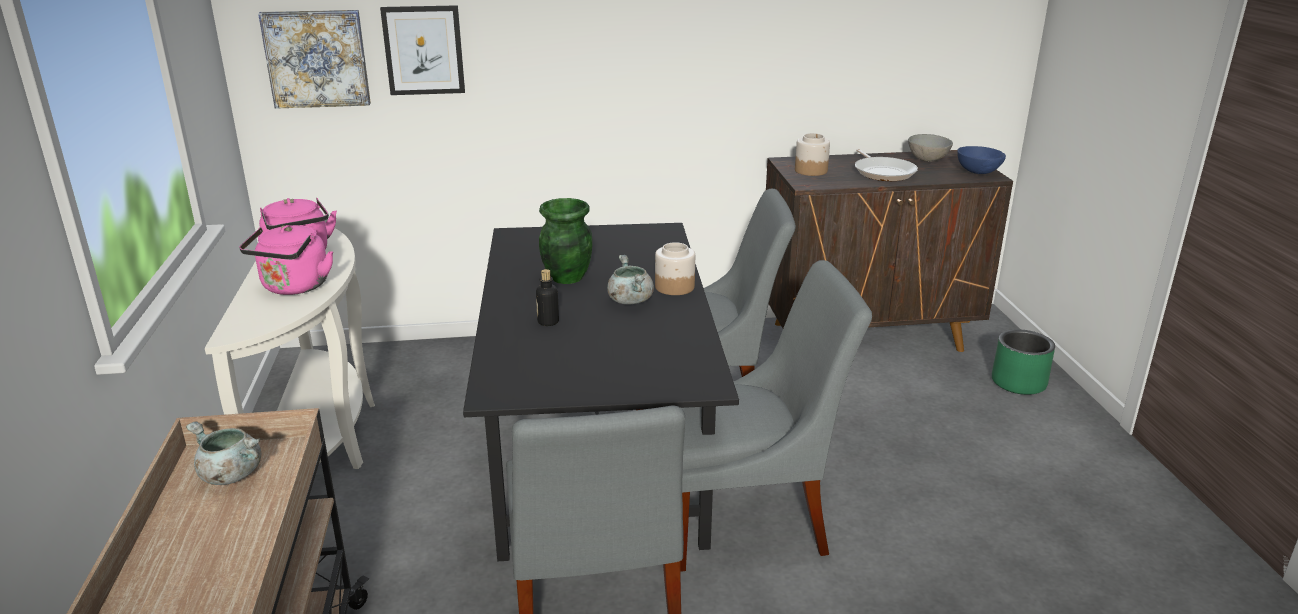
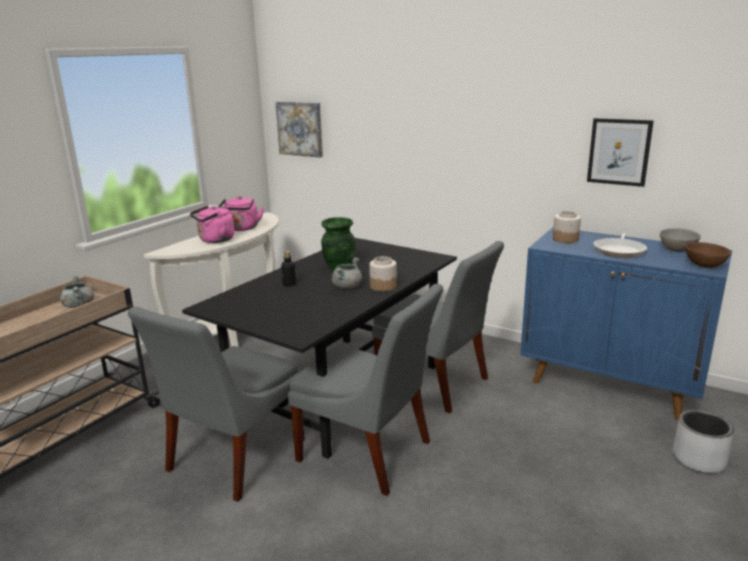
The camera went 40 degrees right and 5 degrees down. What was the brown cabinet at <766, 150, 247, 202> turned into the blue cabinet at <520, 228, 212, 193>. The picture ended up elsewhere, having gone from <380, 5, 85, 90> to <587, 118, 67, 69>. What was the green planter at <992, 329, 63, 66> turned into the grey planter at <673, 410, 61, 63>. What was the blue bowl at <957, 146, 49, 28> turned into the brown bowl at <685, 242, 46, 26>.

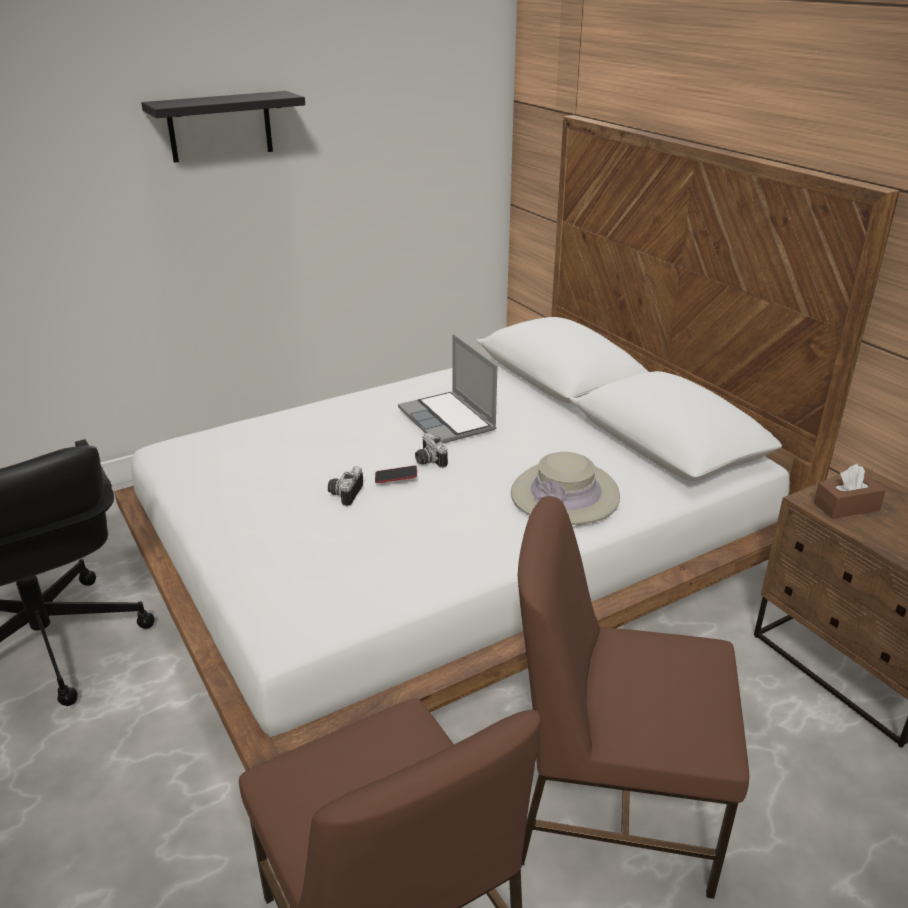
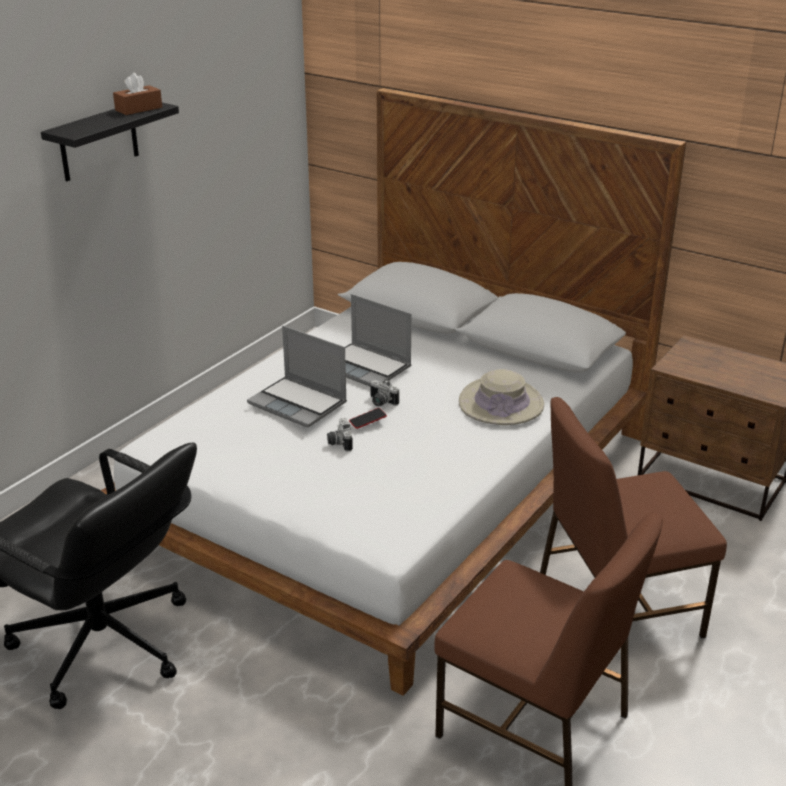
The camera went 25 degrees left and 0 degrees up. The brown tissue box ended up elsewhere, having gone from <814, 464, 72, 55> to <113, 73, 49, 42>. The second view gained the laptop at <247, 326, 100, 102>.

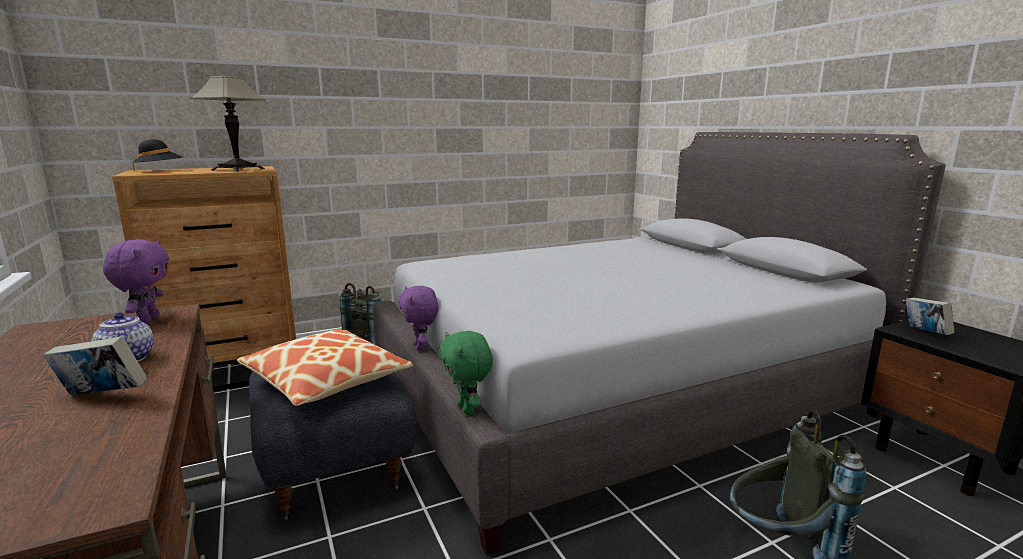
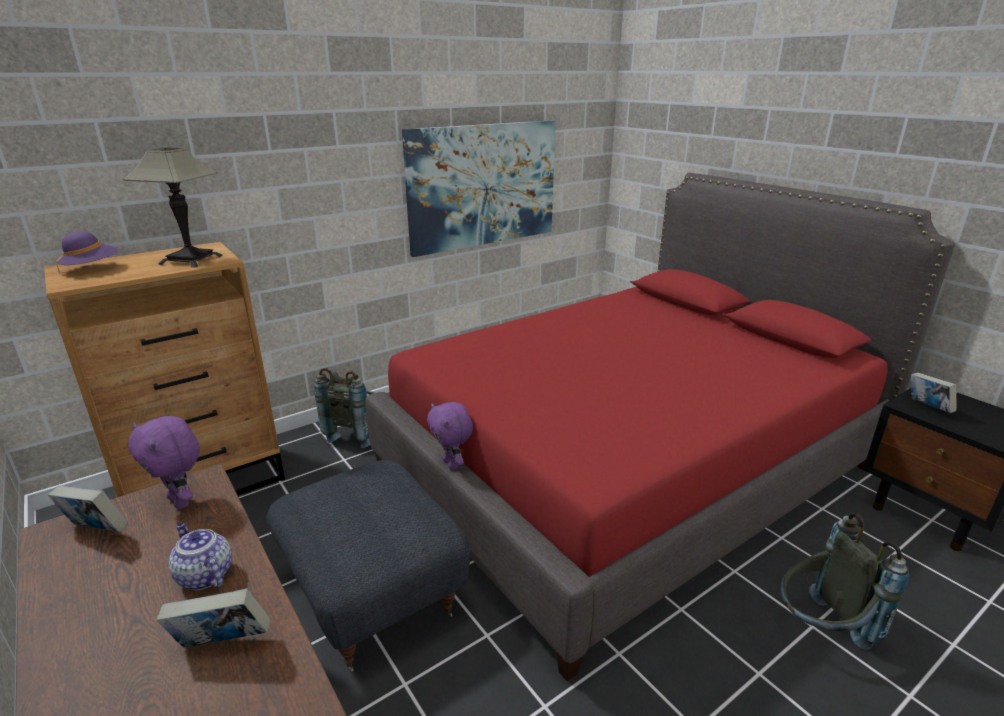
The camera went 10 degrees left and 10 degrees up. The second view gained the book at <48, 485, 80, 47>. What was the black hat at <132, 139, 50, 32> turned into the purple hat at <56, 231, 62, 43>. The purple plush toy at <103, 239, 66, 85> ended up facing another way, 150 degrees clockwise from before. What was the grey bed at <373, 132, 573, 423> turned into the red bed at <365, 173, 590, 508>. The second view gained the picture at <402, 120, 153, 137>. The second view lost the pillow at <237, 330, 176, 76>. The second view lost the green plush toy at <439, 331, 54, 84>.

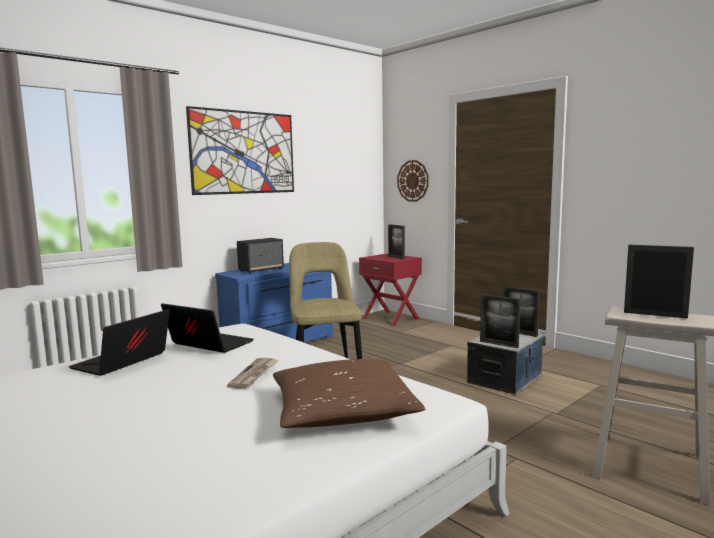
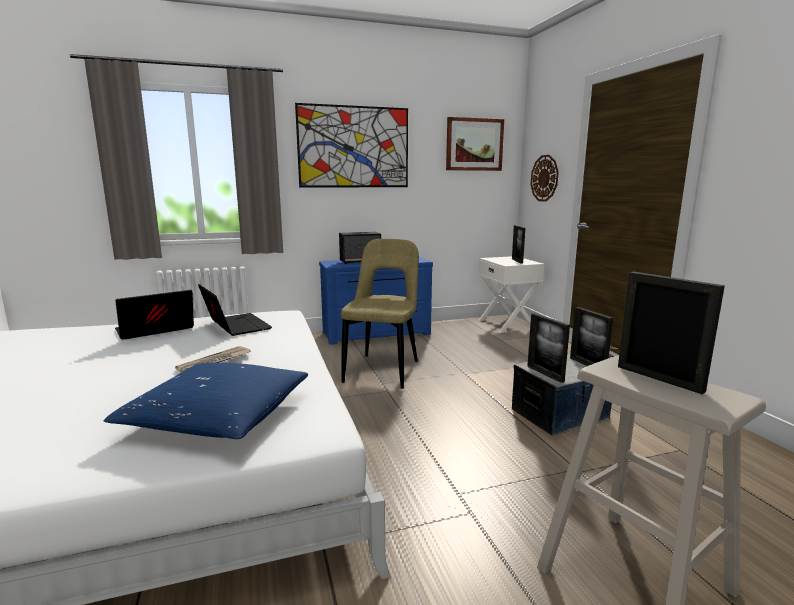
The camera went 25 degrees right and 5 degrees up. What was the brown pillow at <273, 359, 152, 69> turned into the blue pillow at <104, 362, 204, 77>. The second view gained the picture at <446, 117, 58, 54>. What was the red nightstand at <359, 254, 63, 73> turned into the white nightstand at <478, 256, 66, 77>.

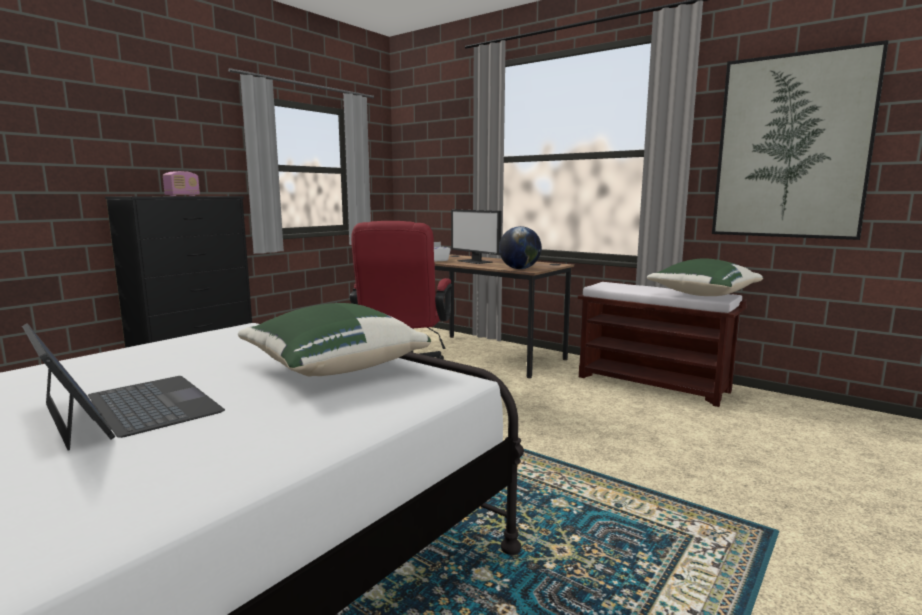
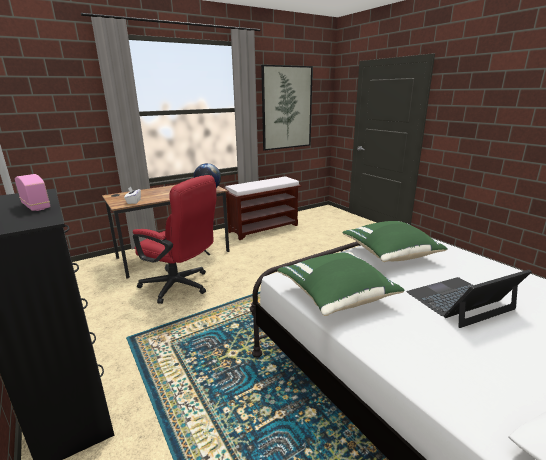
The camera went 70 degrees left and 10 degrees up. The green pillow ended up elsewhere, having gone from <647, 259, 116, 37> to <278, 252, 127, 64>. The second view lost the monitor at <451, 209, 51, 55>.

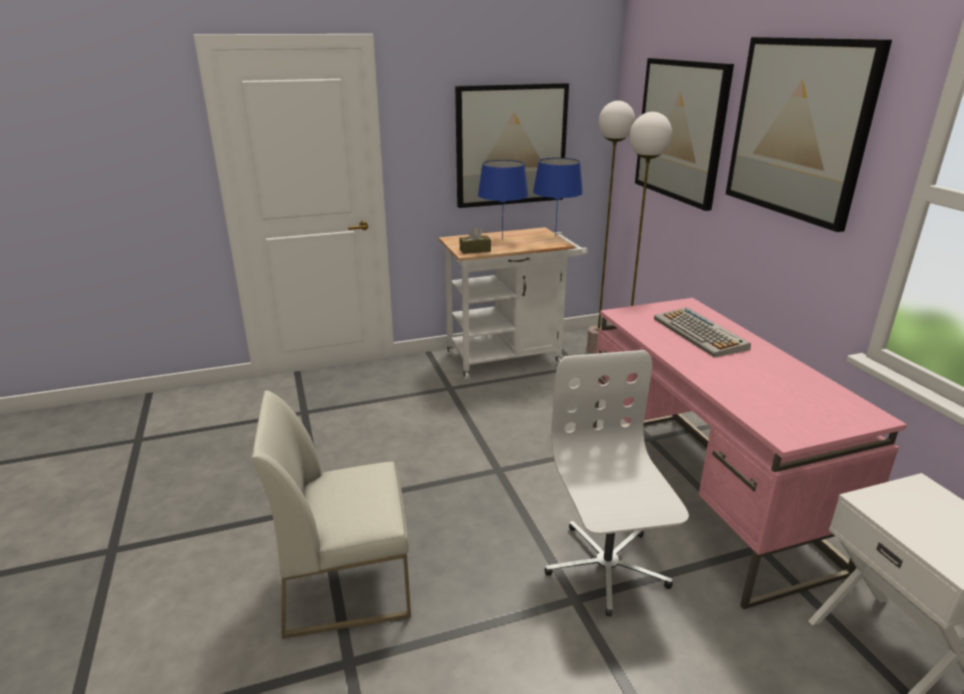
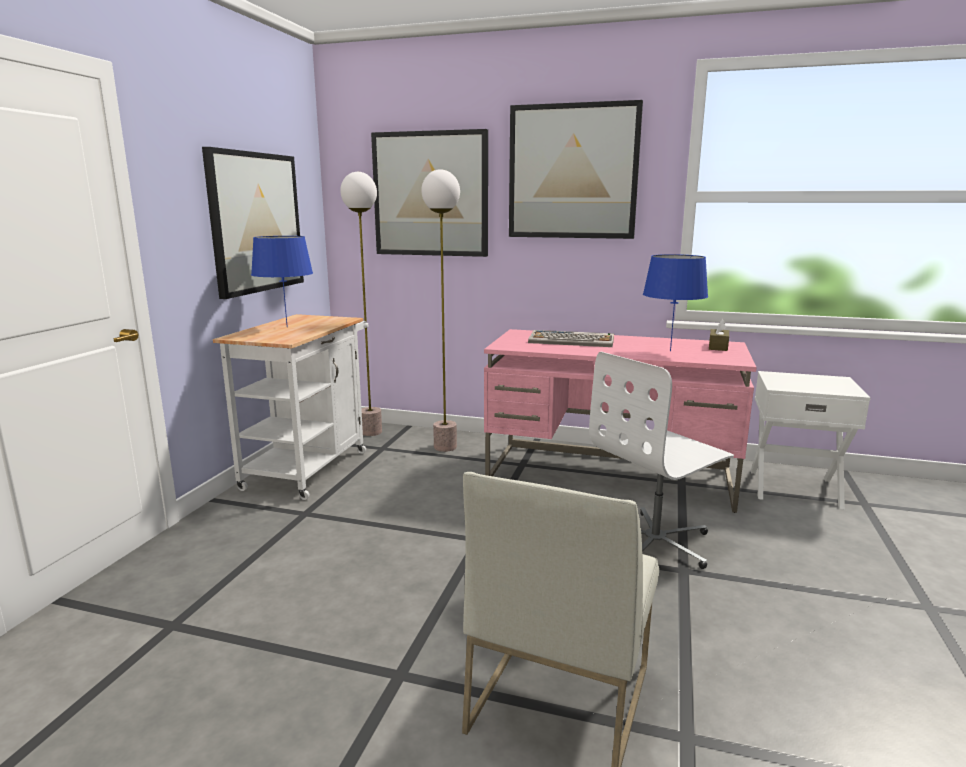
The camera went 55 degrees left and 10 degrees down. The white office chair at <545, 350, 144, 267> ended up facing another way, 60 degrees counterclockwise from before. The blue table lamp ended up elsewhere, having gone from <533, 158, 50, 78> to <643, 254, 65, 97>. The brown tissue box ended up elsewhere, having gone from <460, 227, 31, 27> to <709, 319, 20, 32>.

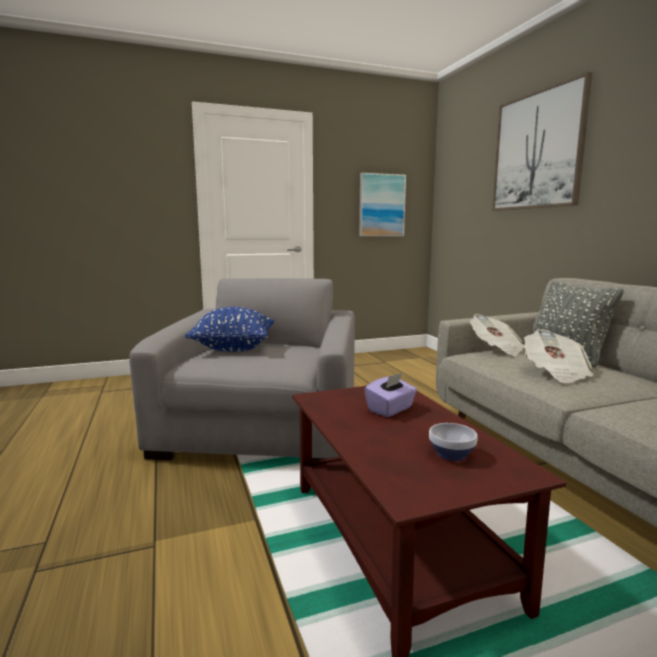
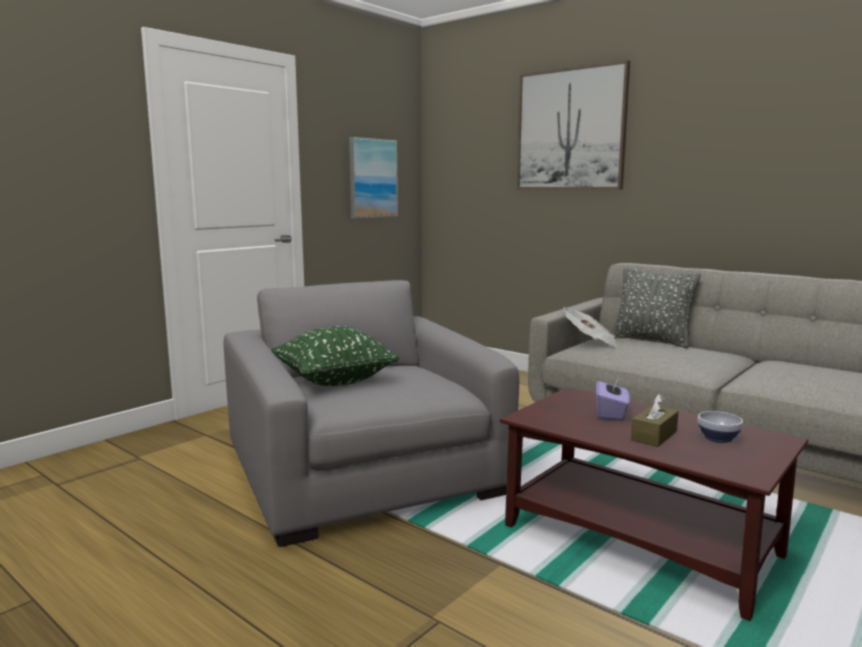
The camera went 30 degrees left and 0 degrees up. What was the blue pillow at <185, 307, 89, 45> turned into the green pillow at <272, 326, 127, 60>. The second view gained the brown tissue box at <631, 394, 47, 53>. The second view lost the newspaper at <524, 329, 69, 54>.

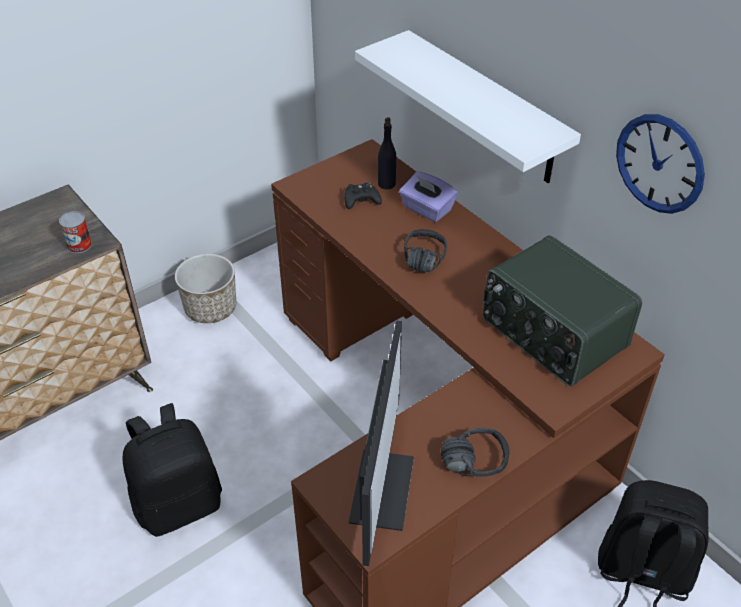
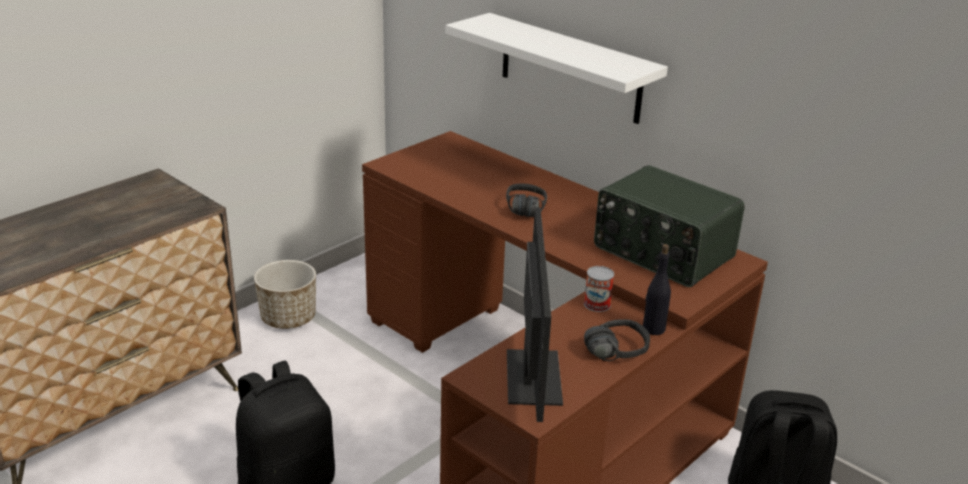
The camera went 10 degrees left and 15 degrees down. The can ended up elsewhere, having gone from <59, 211, 33, 42> to <584, 266, 30, 46>. The black bottle ended up elsewhere, having gone from <378, 117, 18, 72> to <643, 244, 28, 91>. The second view lost the black game controller at <344, 183, 38, 26>. The second view lost the purple tissue box at <399, 172, 59, 50>. The second view lost the wall clock at <616, 114, 89, 100>.

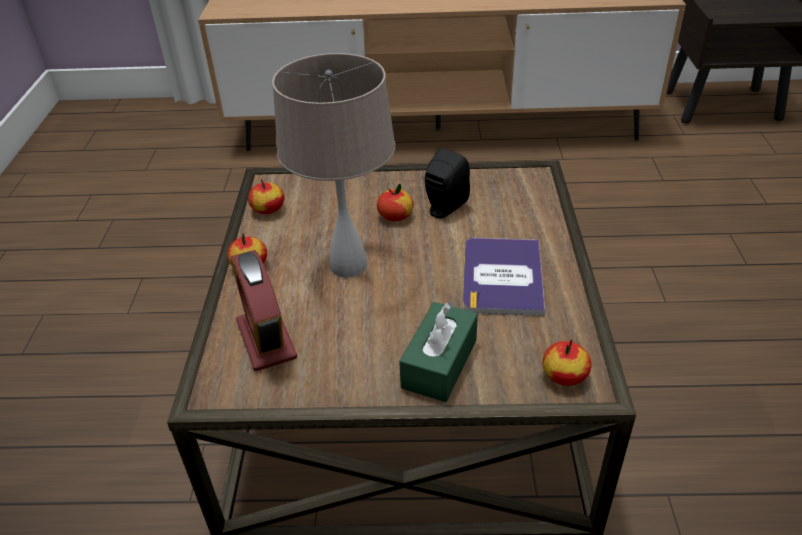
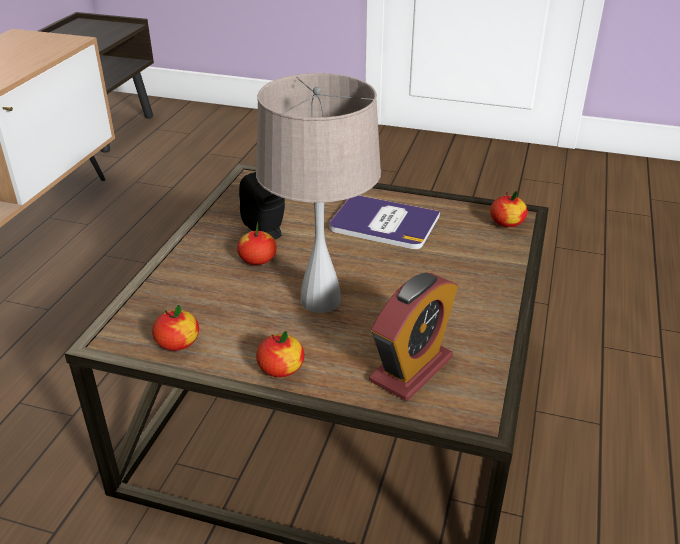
The camera went 75 degrees left and 5 degrees down. The alarm clock at <230, 250, 67, 121> ended up facing another way, 45 degrees counterclockwise from before. The second view lost the green tissue box at <399, 302, 79, 100>.

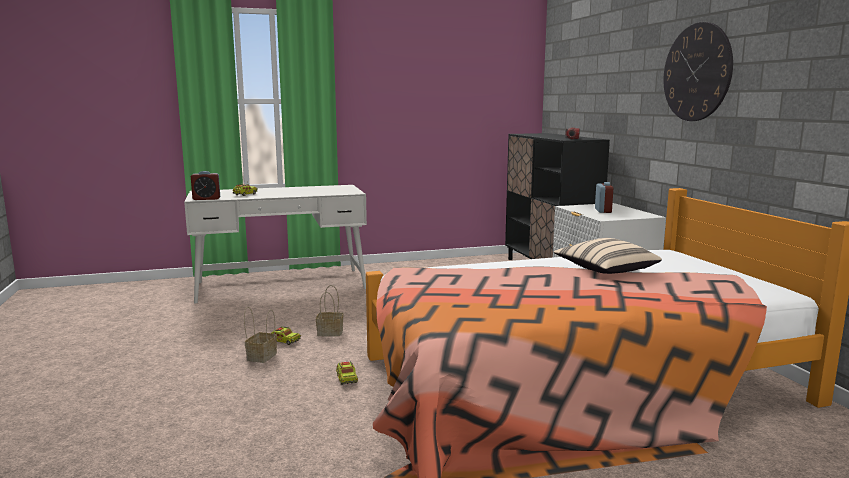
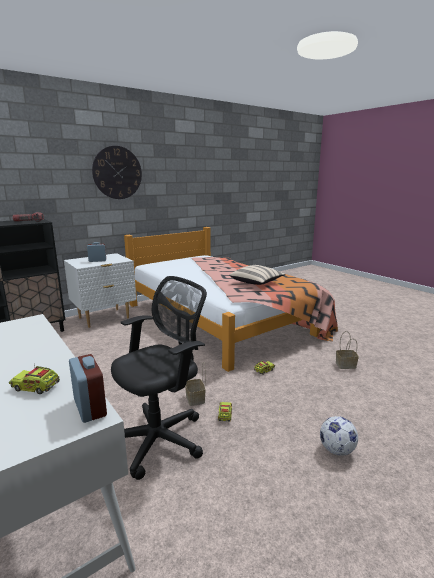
The camera went 110 degrees left and 5 degrees up. The second view gained the black office chair at <111, 276, 96, 204>. The beige pillow ended up elsewhere, having gone from <553, 238, 109, 36> to <229, 265, 56, 20>. The second view gained the football at <320, 416, 38, 40>. The basket ended up elsewhere, having gone from <244, 307, 33, 56> to <336, 331, 23, 38>.

